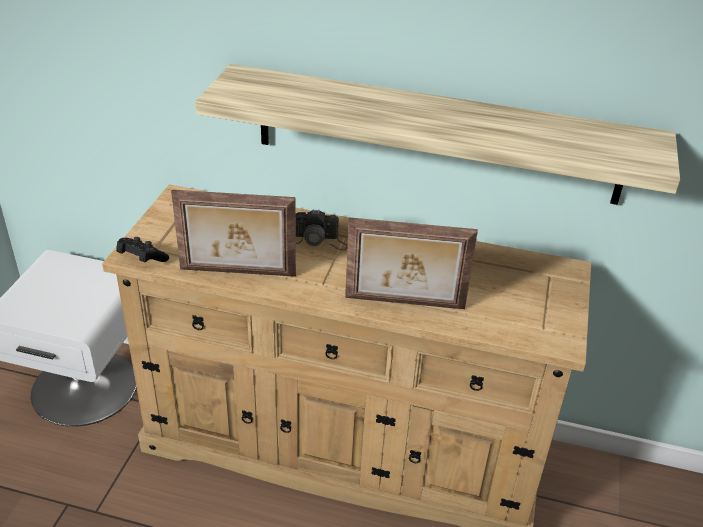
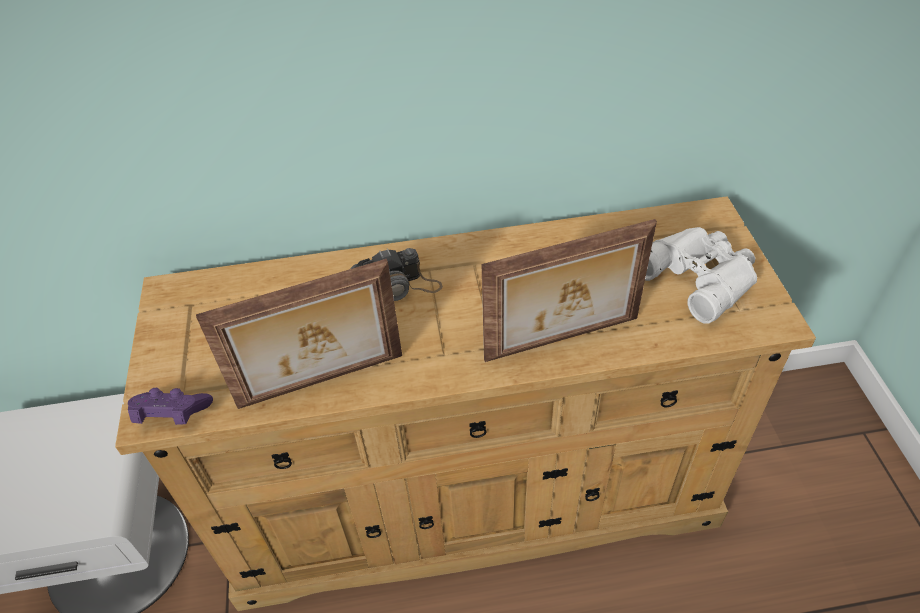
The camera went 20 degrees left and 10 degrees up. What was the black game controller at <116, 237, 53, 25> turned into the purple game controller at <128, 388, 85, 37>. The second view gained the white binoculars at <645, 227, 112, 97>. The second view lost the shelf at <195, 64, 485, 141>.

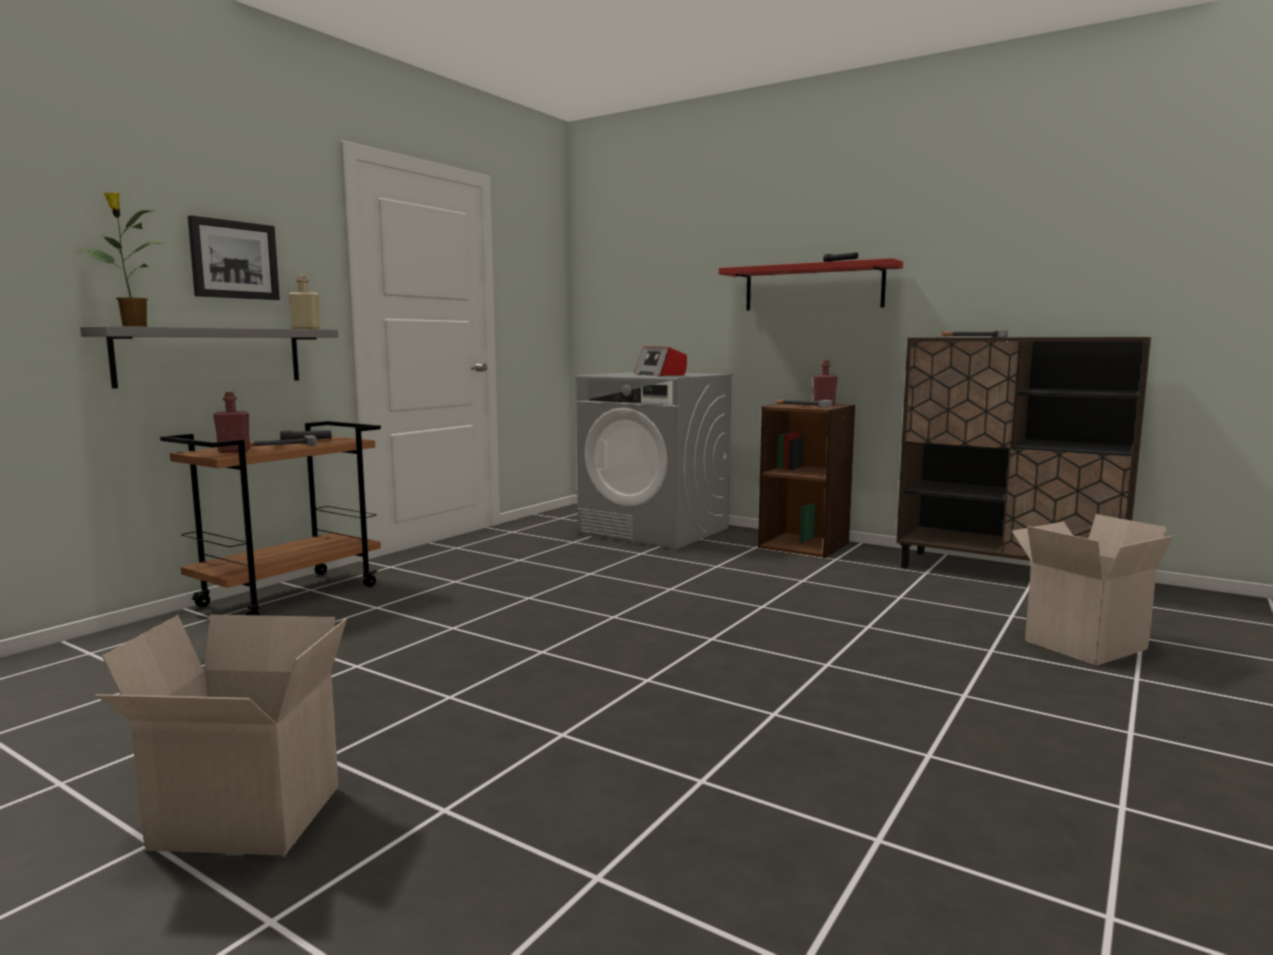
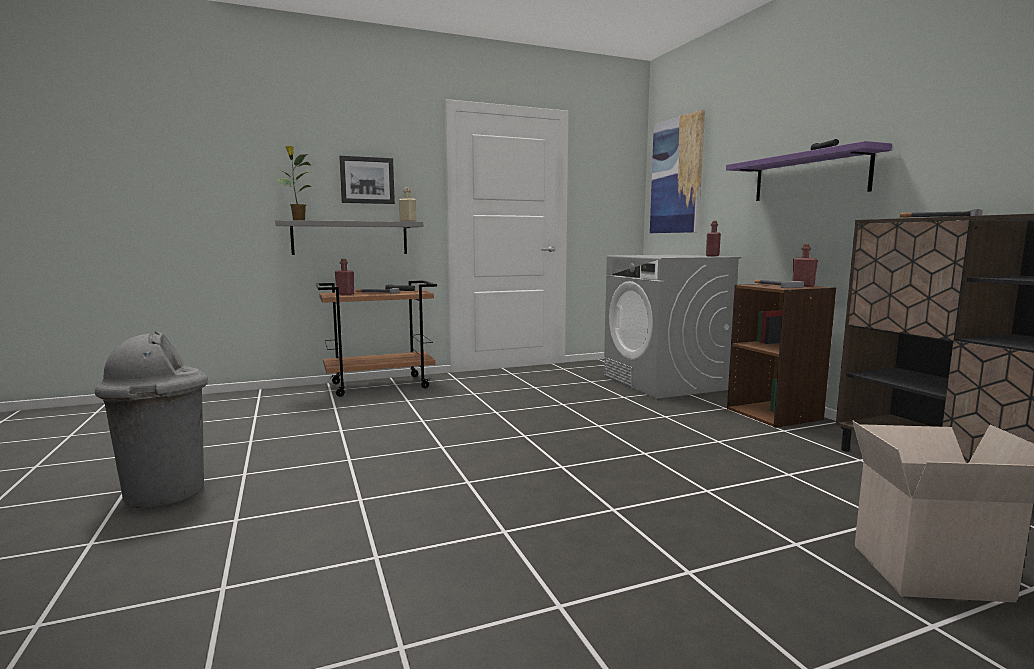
The camera went 35 degrees right and 0 degrees up. Where the cardboard box stood at <95, 614, 252, 241>, the grey trash can came to stand at <95, 331, 113, 177>. The second view gained the picture at <650, 110, 55, 123>. The second view gained the red bottle at <706, 221, 15, 35>. What was the red shelf at <719, 258, 184, 53> turned into the purple shelf at <726, 141, 166, 60>. The second view lost the radio at <634, 347, 53, 29>.

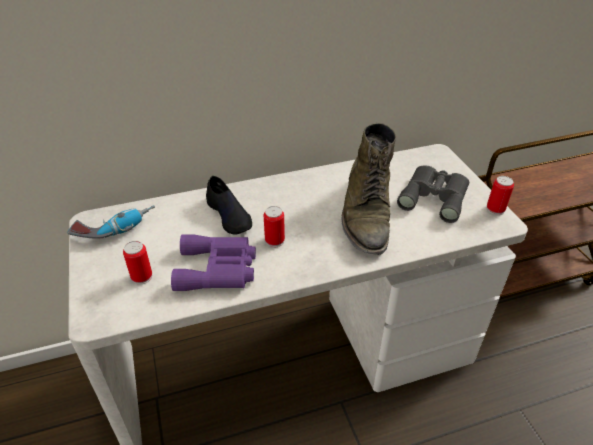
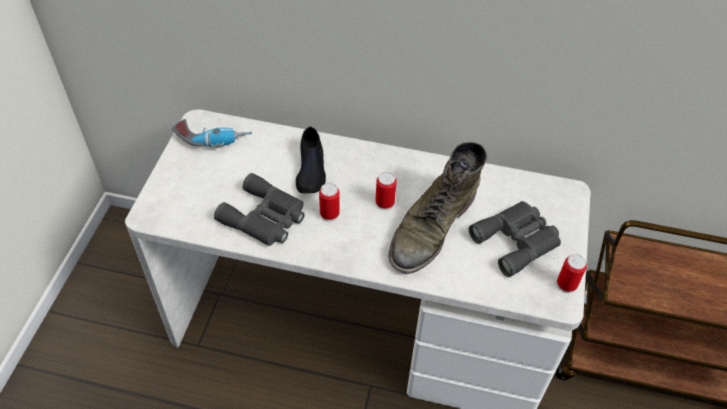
The camera went 30 degrees right and 10 degrees up. What was the purple binoculars at <171, 235, 85, 56> turned into the grey binoculars at <214, 173, 91, 73>. The can ended up elsewhere, having gone from <123, 241, 29, 44> to <375, 172, 22, 38>.

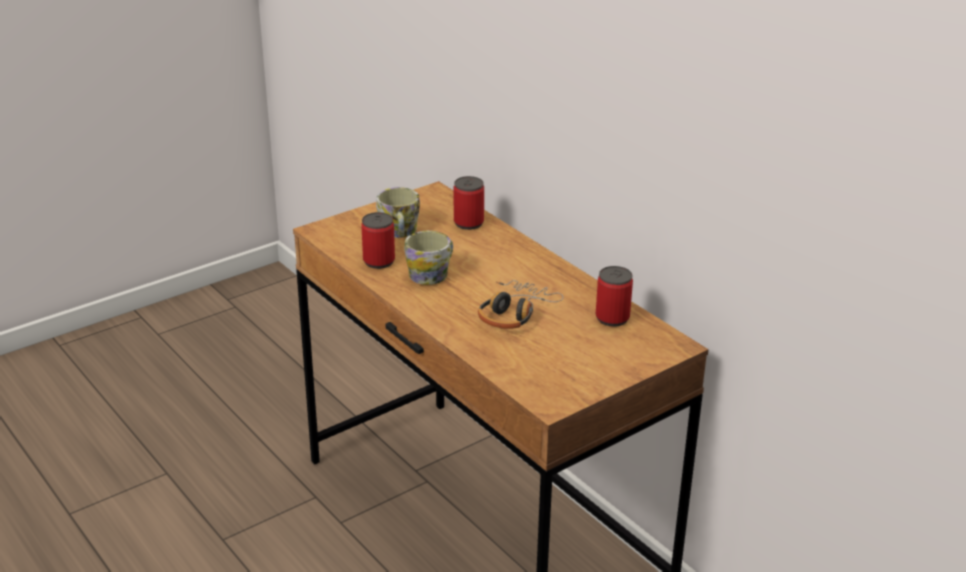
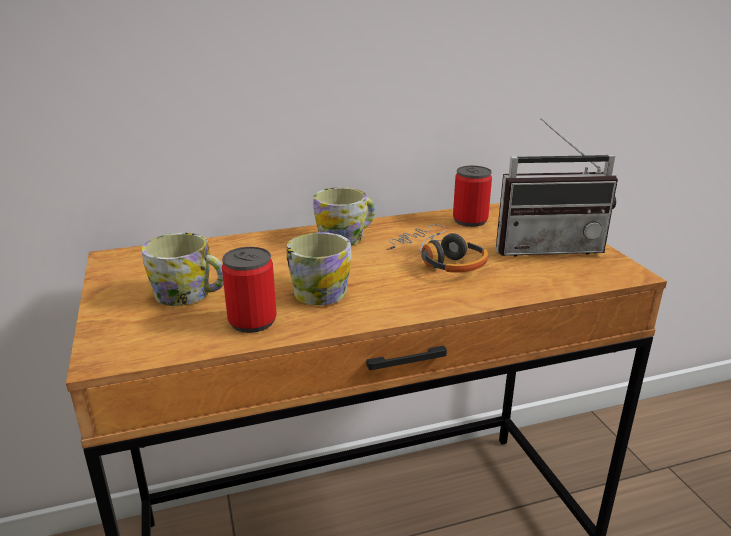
The camera went 70 degrees left and 5 degrees down. The second view gained the mug at <313, 187, 62, 58>. The second view gained the radio at <496, 118, 122, 139>. The second view lost the can at <454, 176, 30, 54>.

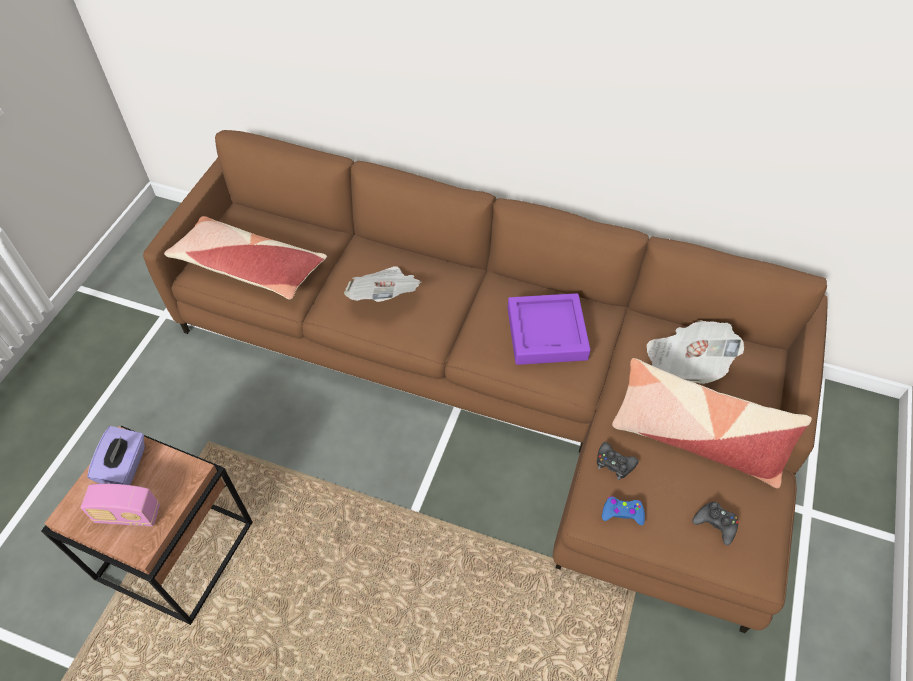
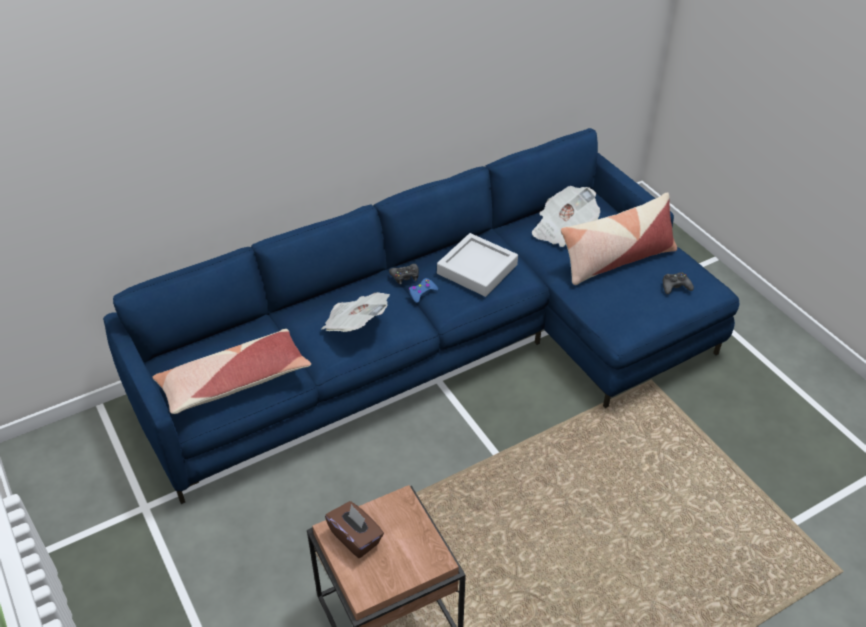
The camera went 50 degrees left and 10 degrees down. What was the brown sofa at <143, 130, 684, 503> turned into the blue sofa at <103, 128, 636, 376>. What was the purple tissue box at <87, 426, 58, 59> turned into the brown tissue box at <325, 501, 59, 57>. The black game controller ended up elsewhere, having gone from <597, 442, 42, 38> to <389, 264, 30, 20>. The blue game controller ended up elsewhere, having gone from <602, 497, 43, 28> to <409, 278, 29, 25>. What was the purple tray at <507, 293, 84, 72> turned into the grey tray at <437, 233, 81, 64>. The second view lost the radio at <81, 484, 79, 42>.

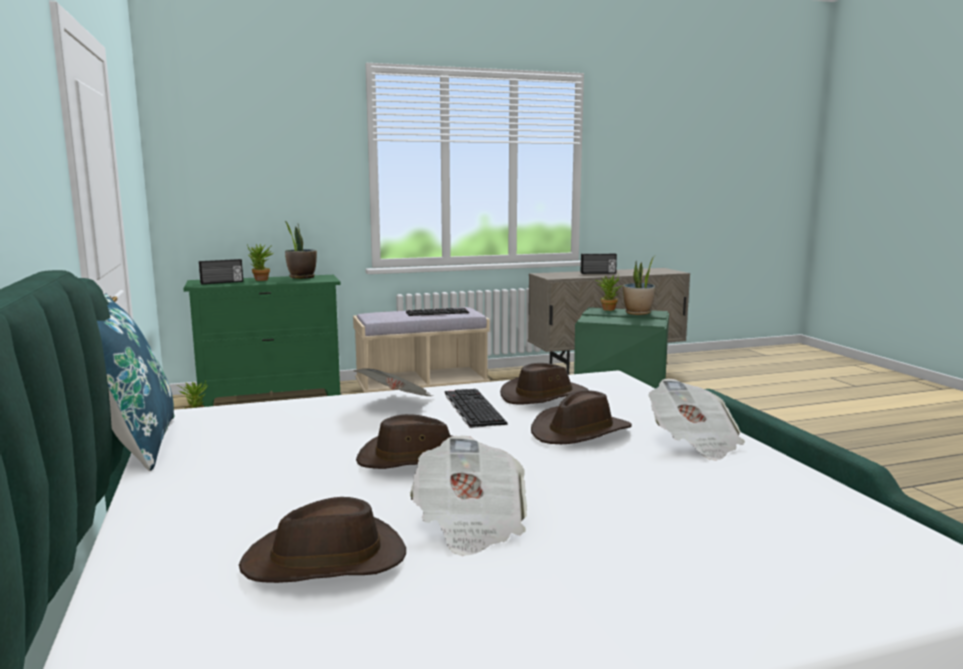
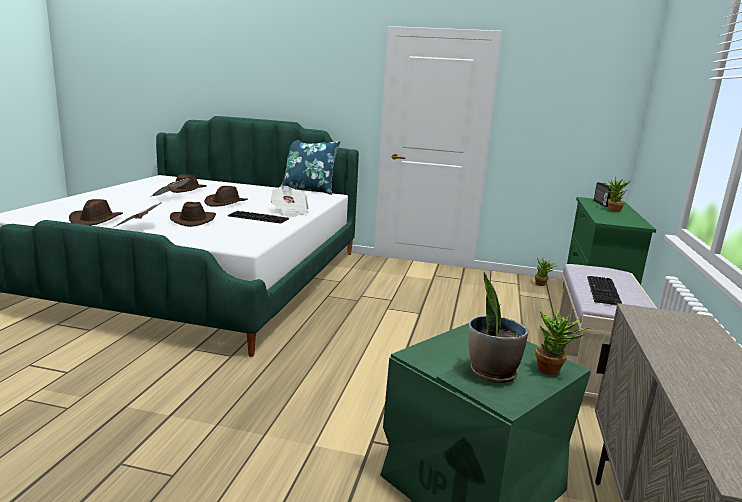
The camera went 120 degrees right and 5 degrees up. The brown hat ended up elsewhere, having gone from <500, 363, 89, 42> to <69, 199, 54, 27>. The second view lost the potted plant at <284, 220, 33, 59>. The second view lost the radio at <581, 253, 36, 21>.

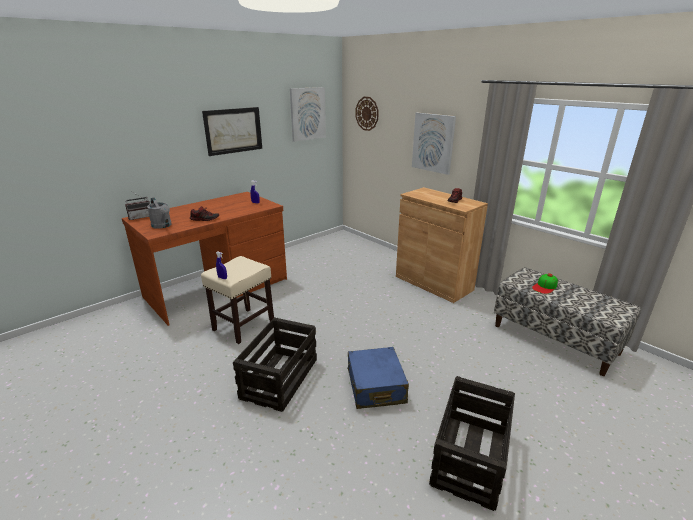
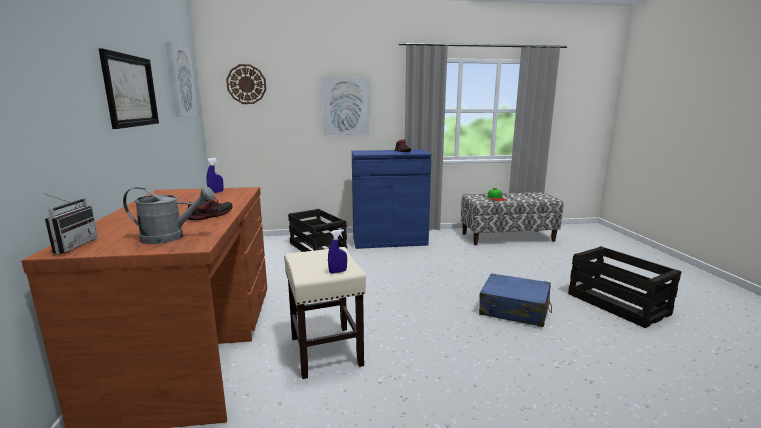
The camera went 55 degrees left and 10 degrees down. The crate ended up elsewhere, having gone from <233, 317, 84, 95> to <288, 209, 59, 43>. What was the brown cabinet at <396, 187, 92, 116> turned into the blue cabinet at <352, 150, 80, 99>.

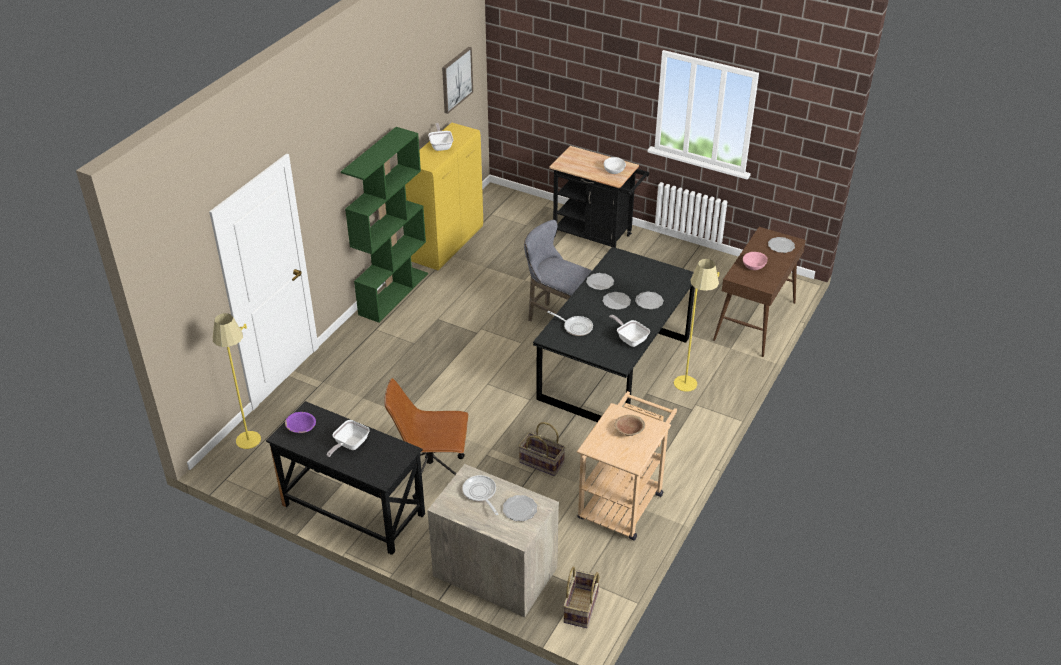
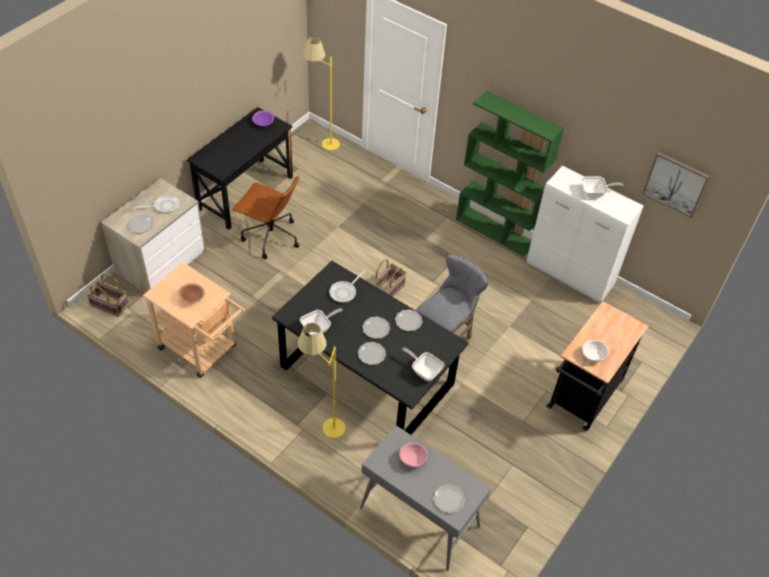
The camera went 95 degrees right and 10 degrees up. The brown office chair at <384, 378, 84, 121> ended up facing another way, 105 degrees clockwise from before. What was the brown console table at <713, 227, 93, 130> turned into the grey console table at <360, 425, 131, 146>. The basket ended up elsewhere, having gone from <519, 422, 47, 54> to <372, 259, 35, 38>. The frying pan ended up elsewhere, having gone from <327, 420, 43, 37> to <402, 347, 42, 34>. What was the yellow cabinet at <405, 123, 78, 147> turned into the white cabinet at <527, 165, 116, 138>.

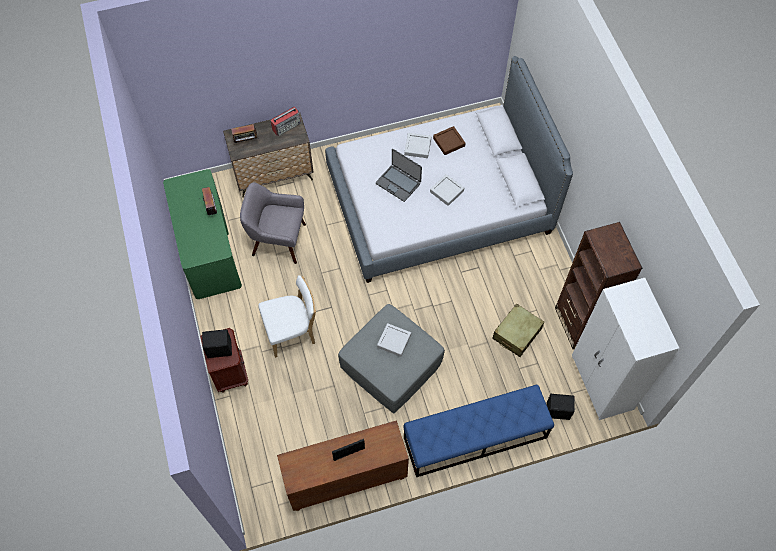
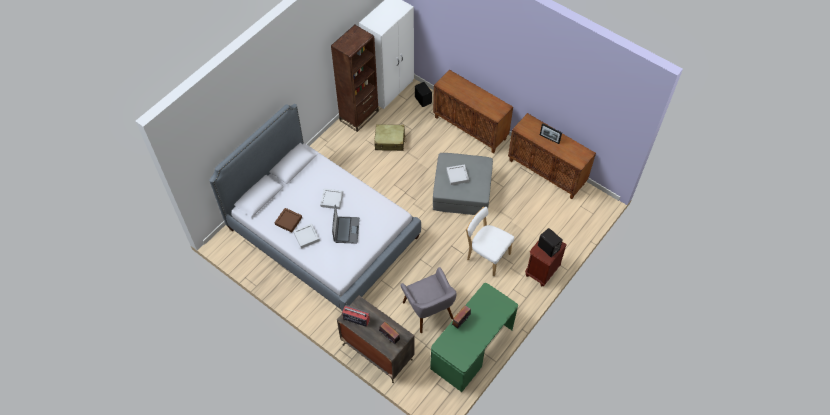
The camera went 125 degrees left and 5 degrees down. Where the blue bench stood at <404, 385, 150, 92>, the brown cabinet came to stand at <433, 70, 80, 83>.

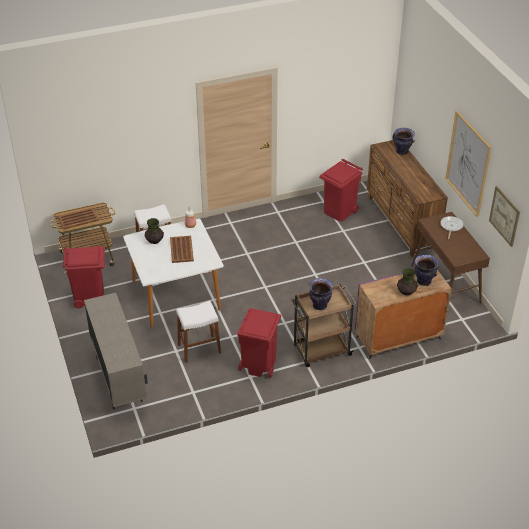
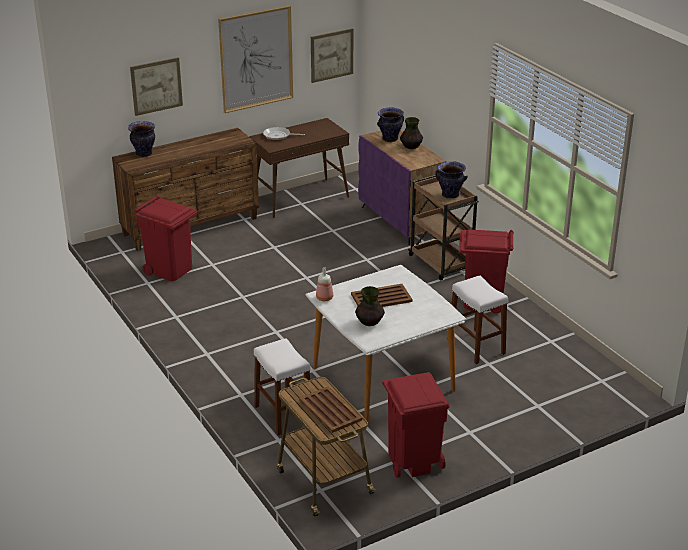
The camera went 100 degrees left and 10 degrees down. The second view gained the picture at <130, 57, 53, 59>. The second view lost the beige cabinet at <84, 293, 64, 116>.

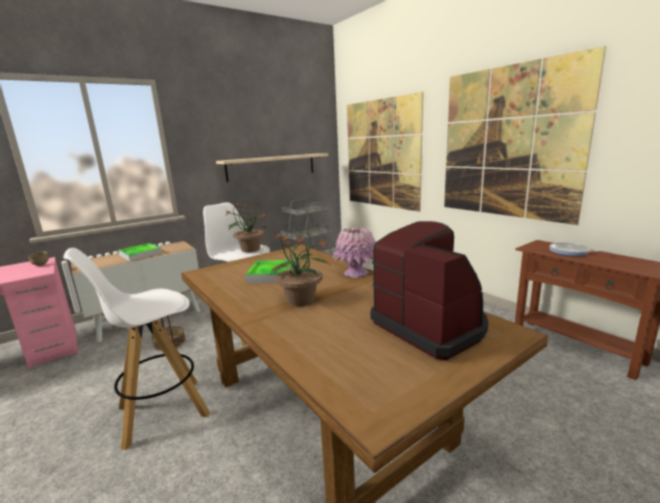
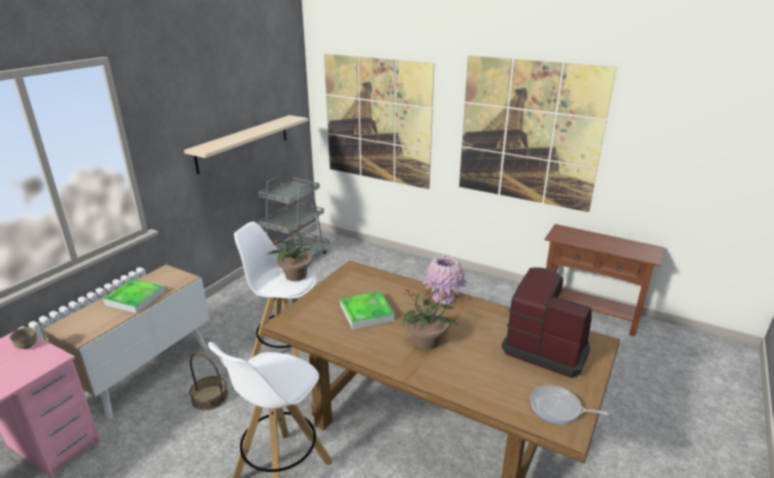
The camera went 25 degrees left and 10 degrees up. The frying pan ended up elsewhere, having gone from <549, 242, 63, 14> to <530, 385, 79, 39>.

